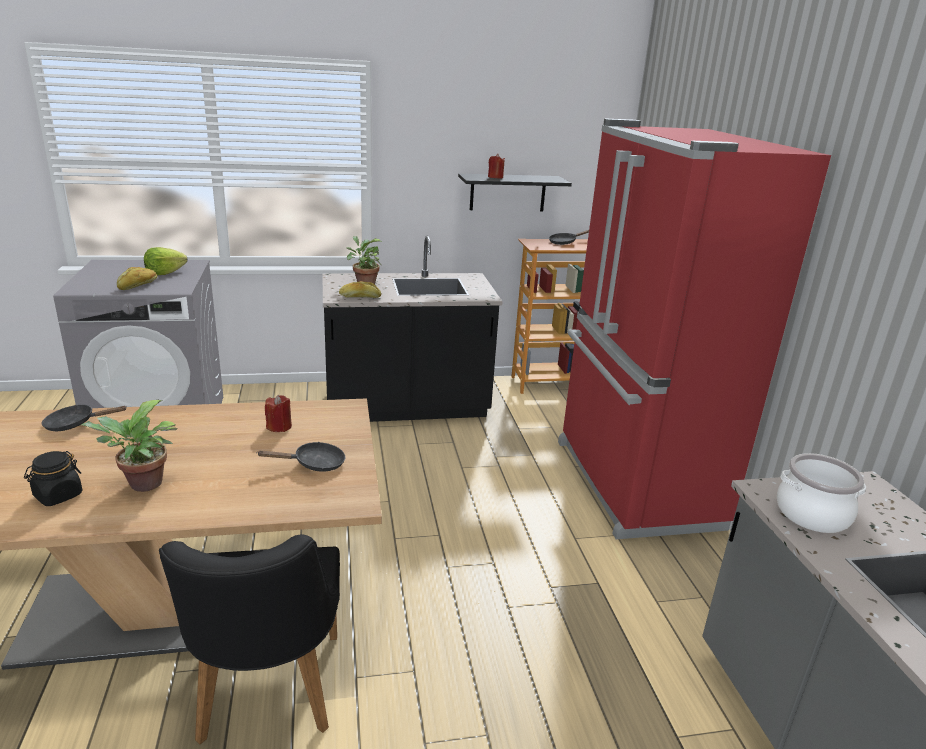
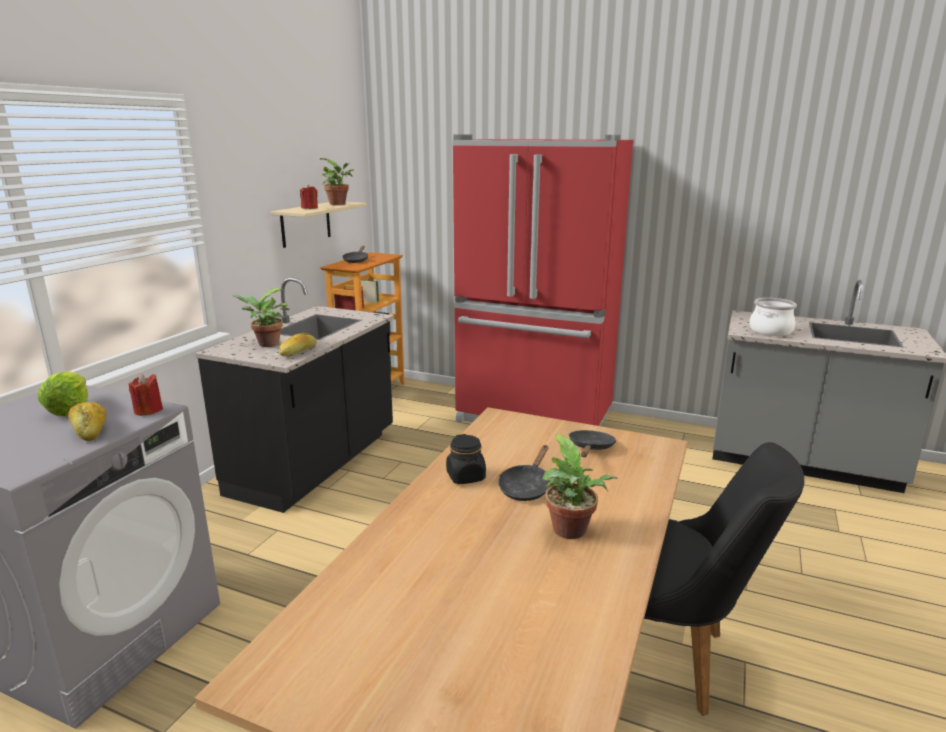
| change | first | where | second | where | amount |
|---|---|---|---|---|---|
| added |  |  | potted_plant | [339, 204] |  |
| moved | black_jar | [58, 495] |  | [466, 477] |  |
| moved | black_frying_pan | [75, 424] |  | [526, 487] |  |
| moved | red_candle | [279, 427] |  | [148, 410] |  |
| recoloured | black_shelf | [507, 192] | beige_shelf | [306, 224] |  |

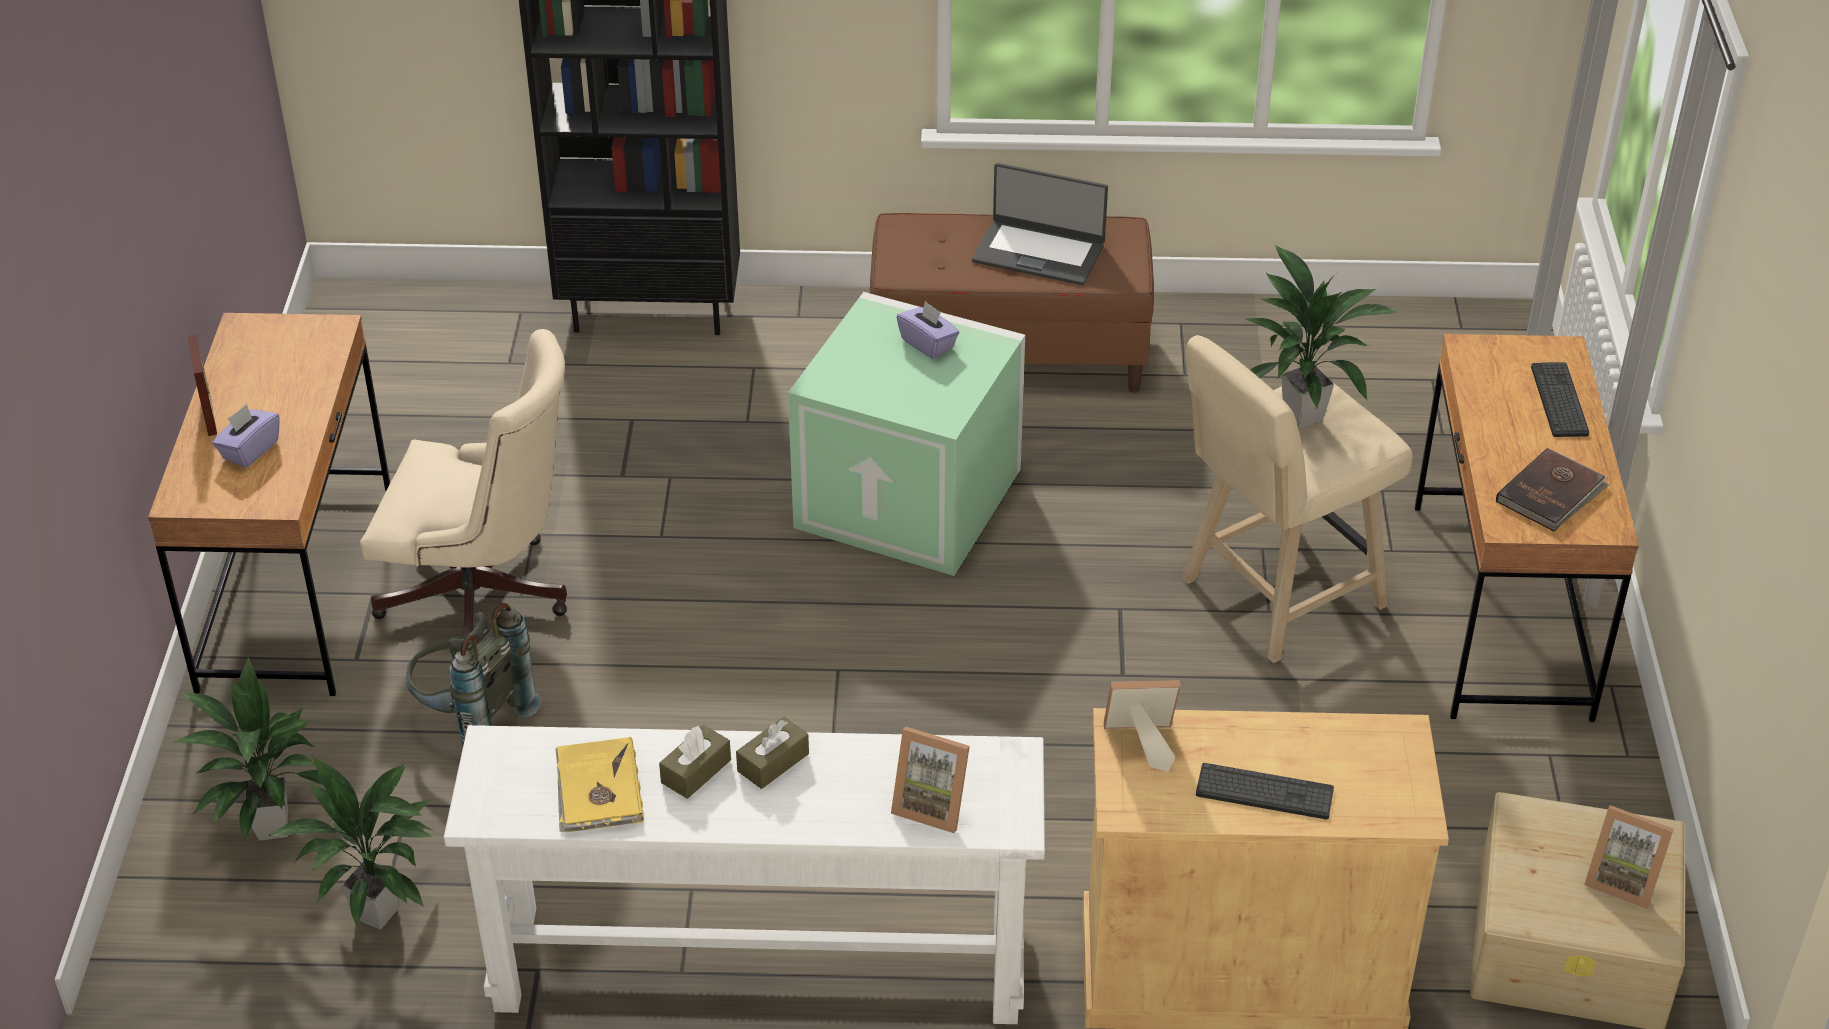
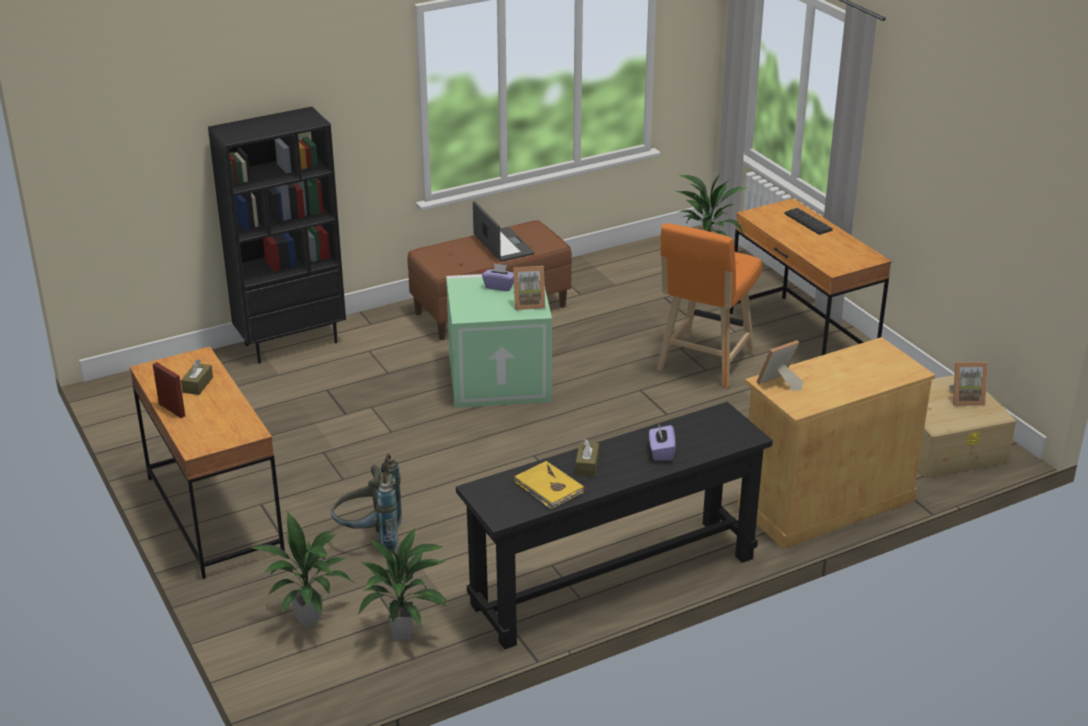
| change | first | where | second | where | amount |
|---|---|---|---|---|---|
| removed | beige_office_chair | [486, 599] |  |  |  |
| removed | keyboard | [1264, 792] |  |  |  |
| removed | brown_book | [1551, 494] |  |  |  |
| moved | purple_tissue_box | [250, 450] |  | [661, 452] |  |
| moved | brown_tissue_box | [773, 762] |  | [198, 385] |  |
| moved | picture_frame | [932, 804] |  | [528, 303] |  |
| recoloured | white_console_table | [759, 964] | black_console_table | [614, 581] |  |
| recoloured | beige_stool | [1274, 597] | orange_stool | [703, 364] |  |
| turned | laptop | [1039, 252] |  | [502, 245] | 105 degrees counterclockwise |

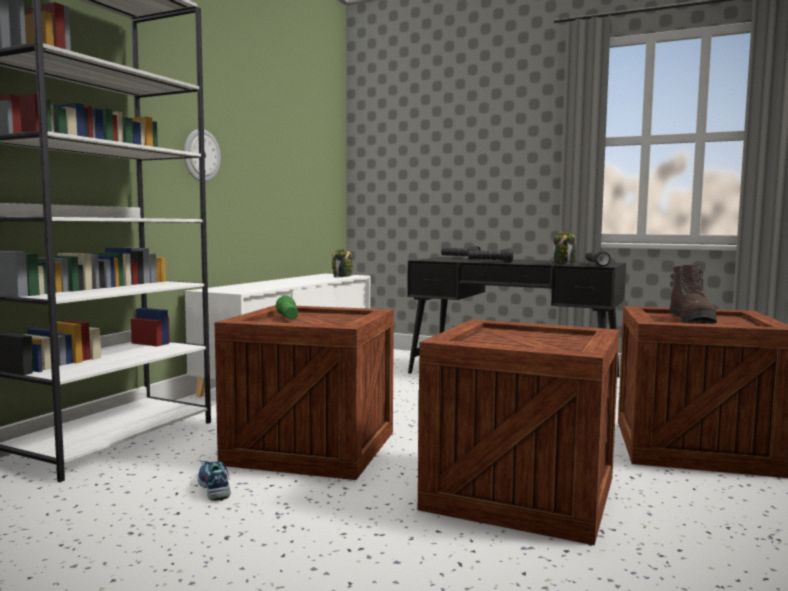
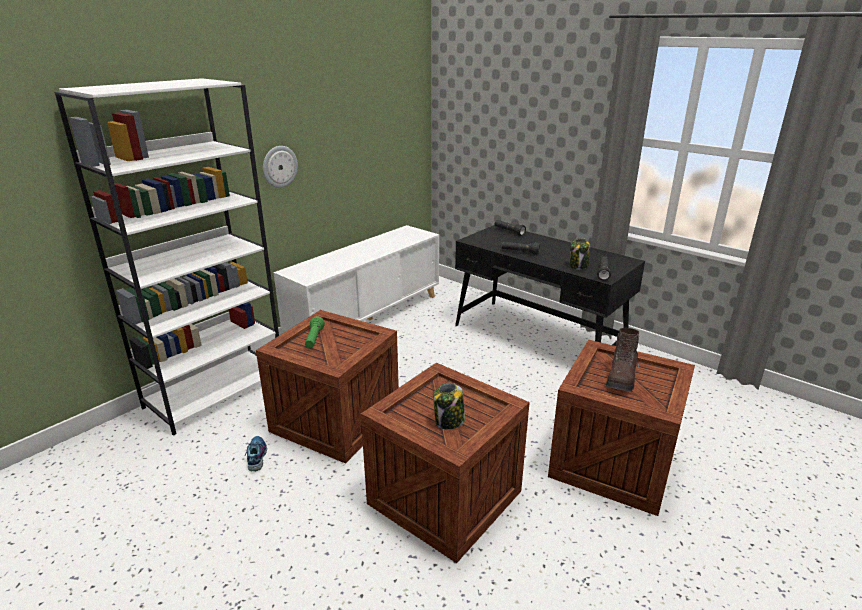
| change | first | where | second | where | amount |
|---|---|---|---|---|---|
| moved | jar | [342, 277] |  | [449, 421] |  |

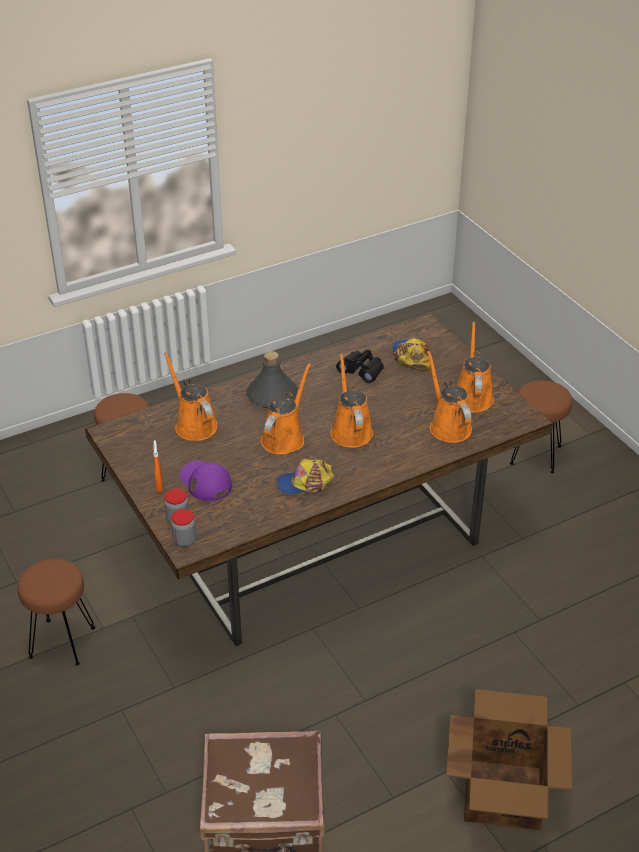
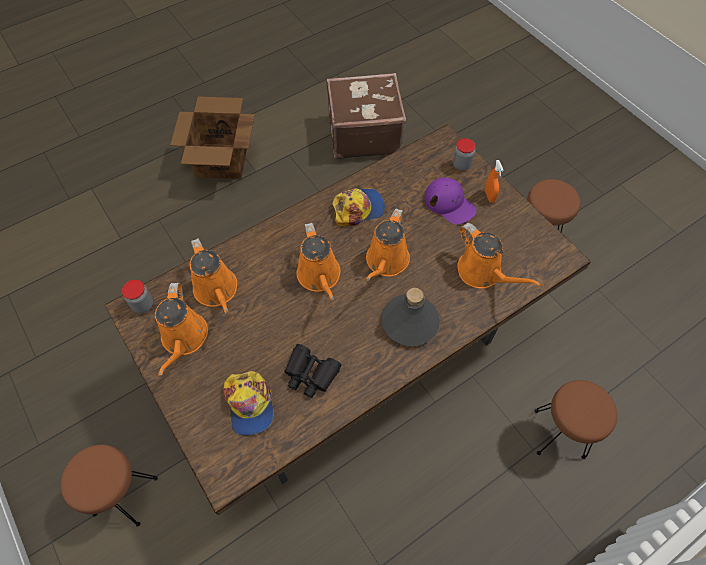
| change | first | where | second | where | amount |
|---|---|---|---|---|---|
| moved | jar | [185, 540] |  | [143, 305] |  |

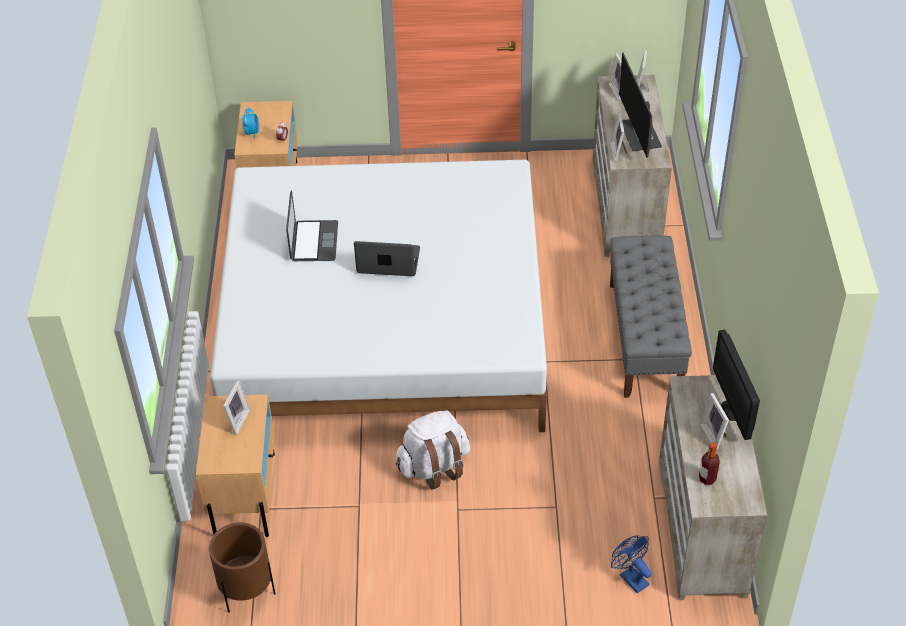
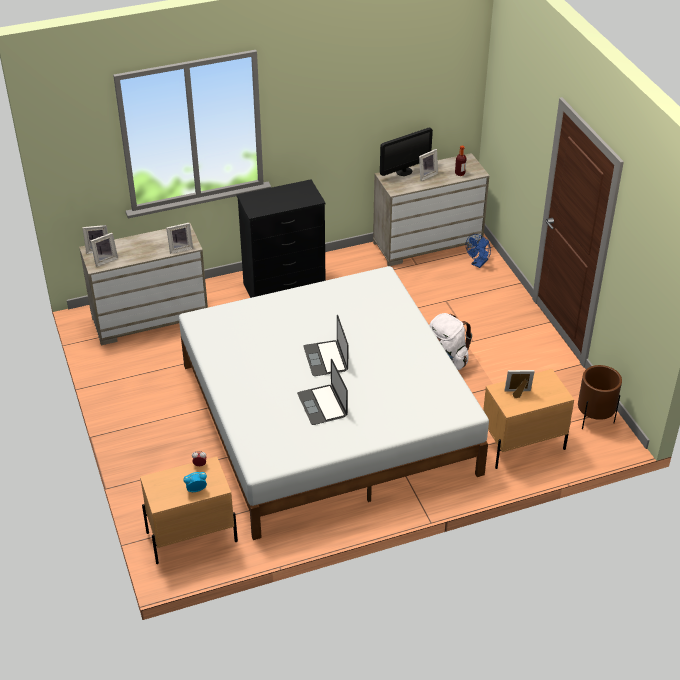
| change | first | where | second | where | amount |
|---|---|---|---|---|---|
| removed | monitor | [640, 135] |  |  |  |
| replaced | grey_bench | [645, 339] | black_dresser | [284, 288] |  |
| turned | laptop | [314, 241] |  | [322, 405] | 90 degrees counterclockwise |

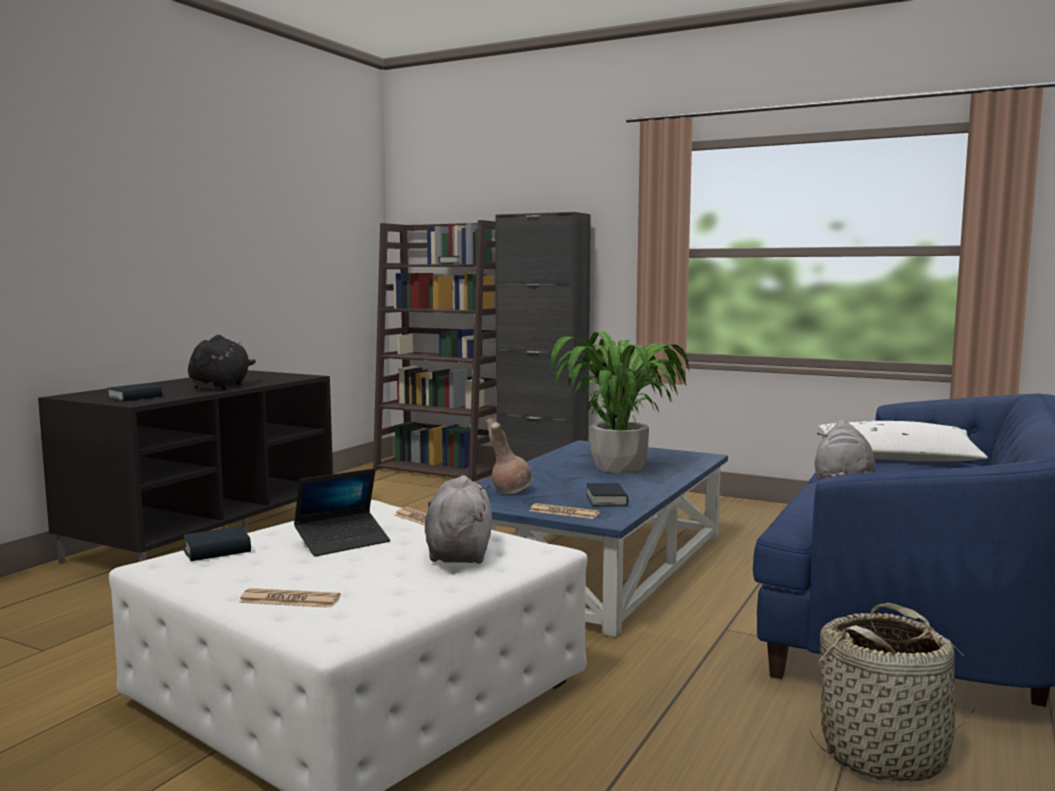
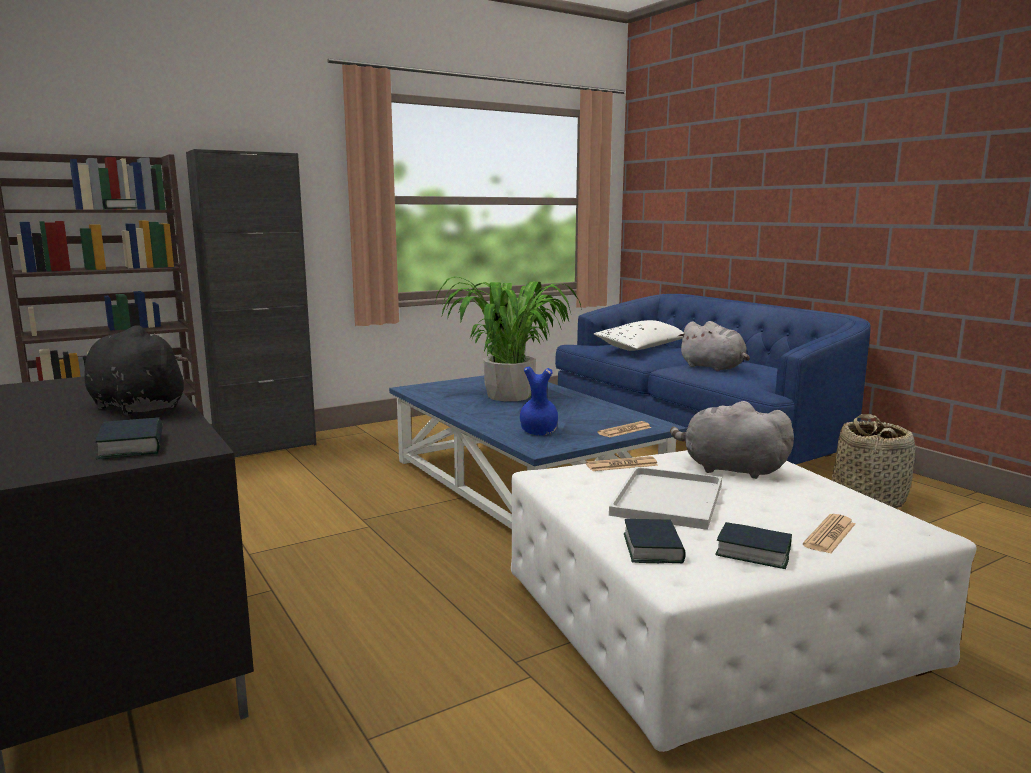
| change | first | where | second | where | amount |
|---|---|---|---|---|---|
| moved | book | [606, 500] |  | [753, 552] |  |
| replaced | laptop | [343, 542] | white_tray | [667, 498] |  |
| recoloured | brown_vase | [509, 491] | blue_vase | [537, 432] |  |

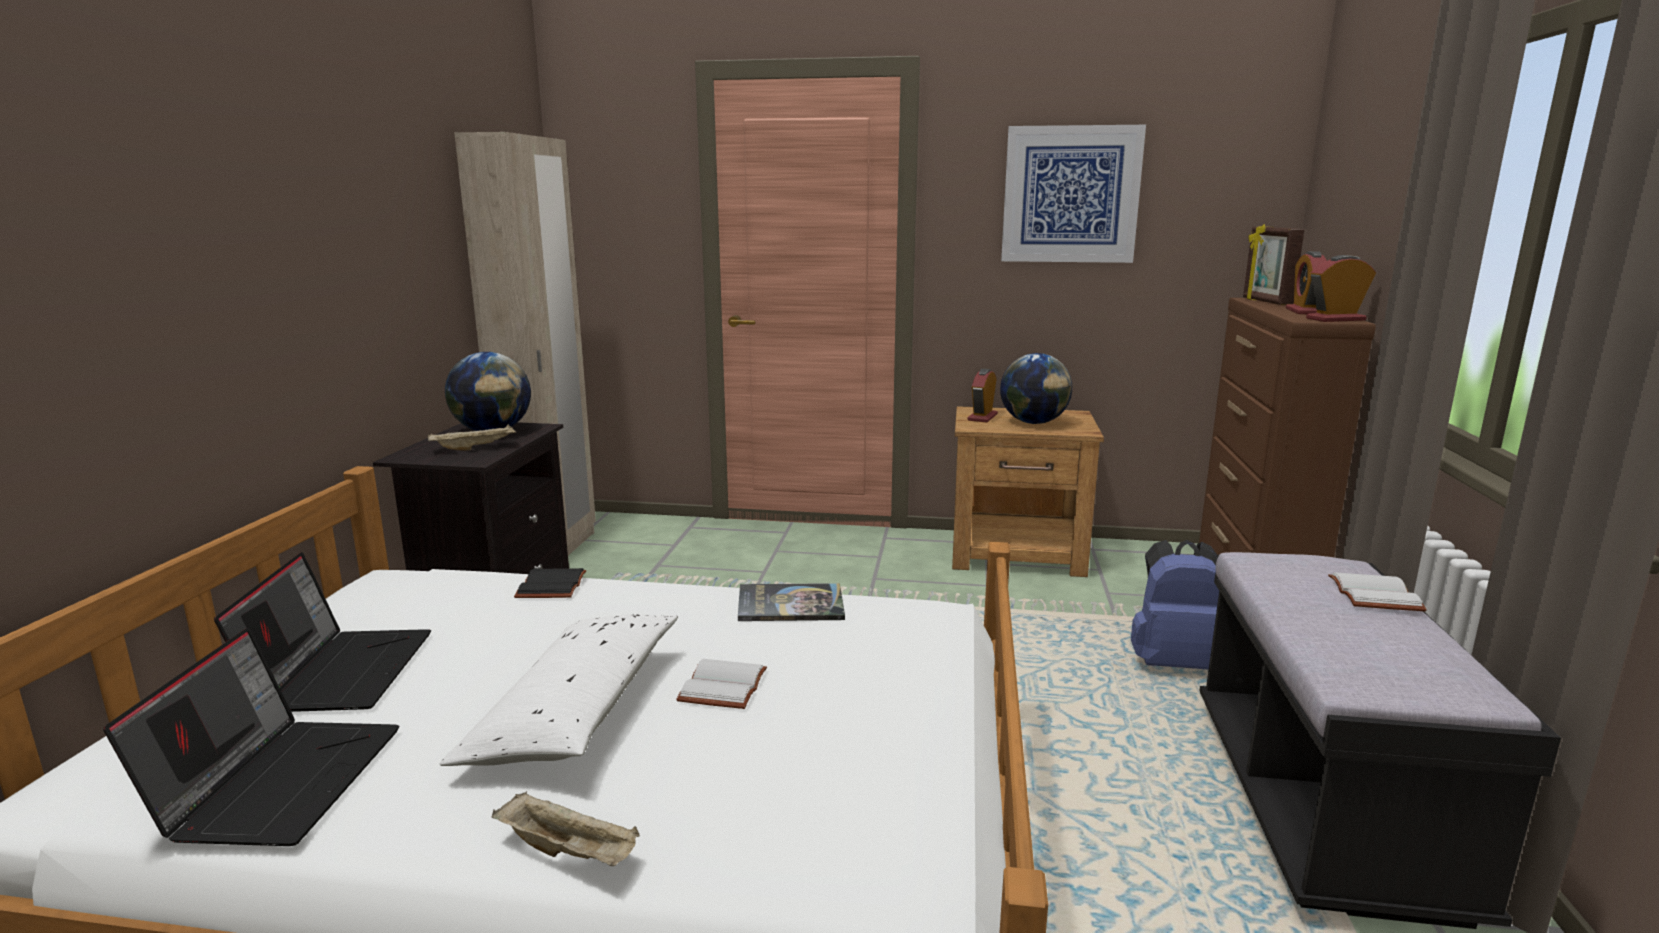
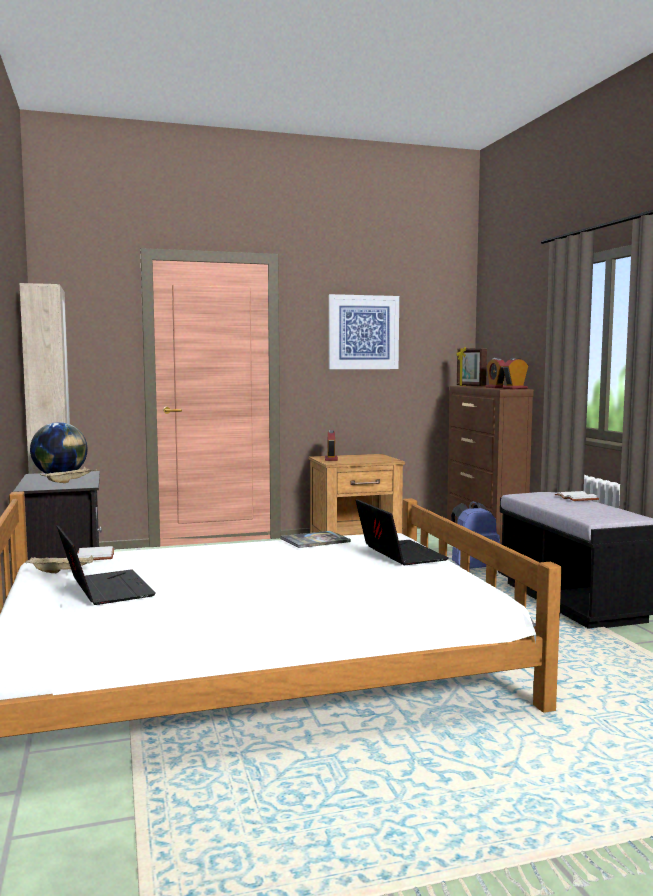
| change | first | where | second | where | amount |
|---|---|---|---|---|---|
| removed | white_pillow | [576, 710] |  |  |  |
| removed | black_book | [550, 585] |  |  |  |
| removed | globe | [1033, 422] |  |  |  |
| moved | laptop | [279, 780] |  | [398, 554] |  |
| moved | beige_tray | [570, 851] |  | [62, 572] |  |
| moved | white_book | [725, 687] |  | [96, 556] |  |

